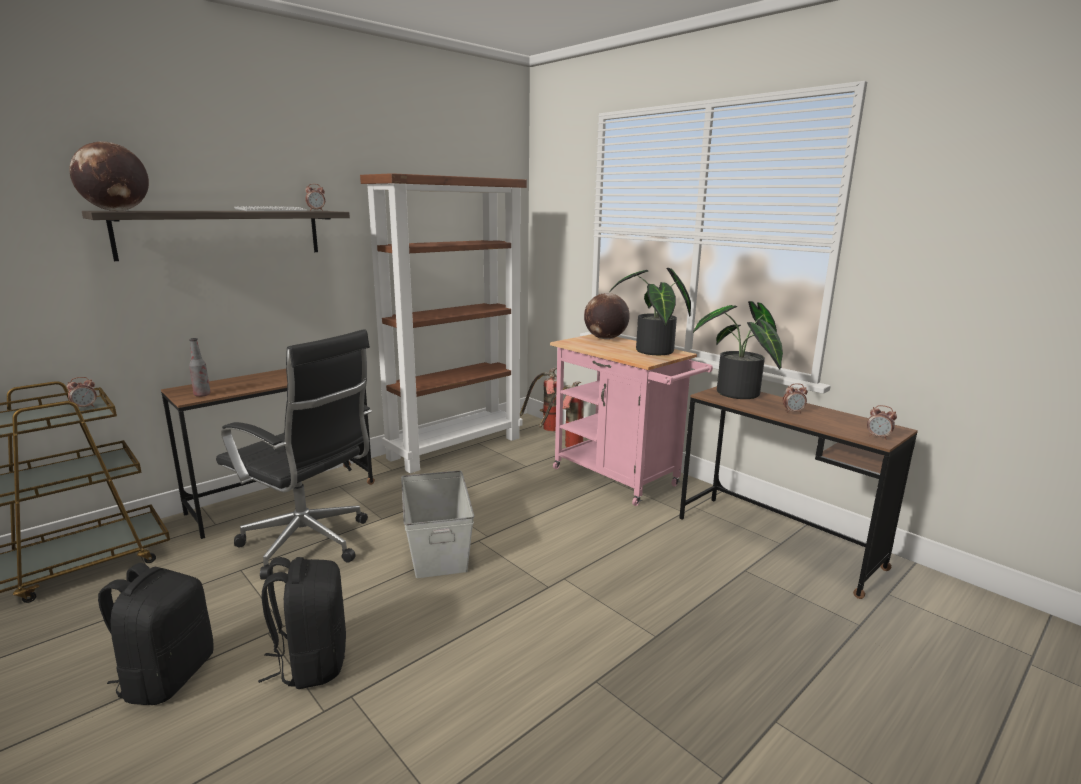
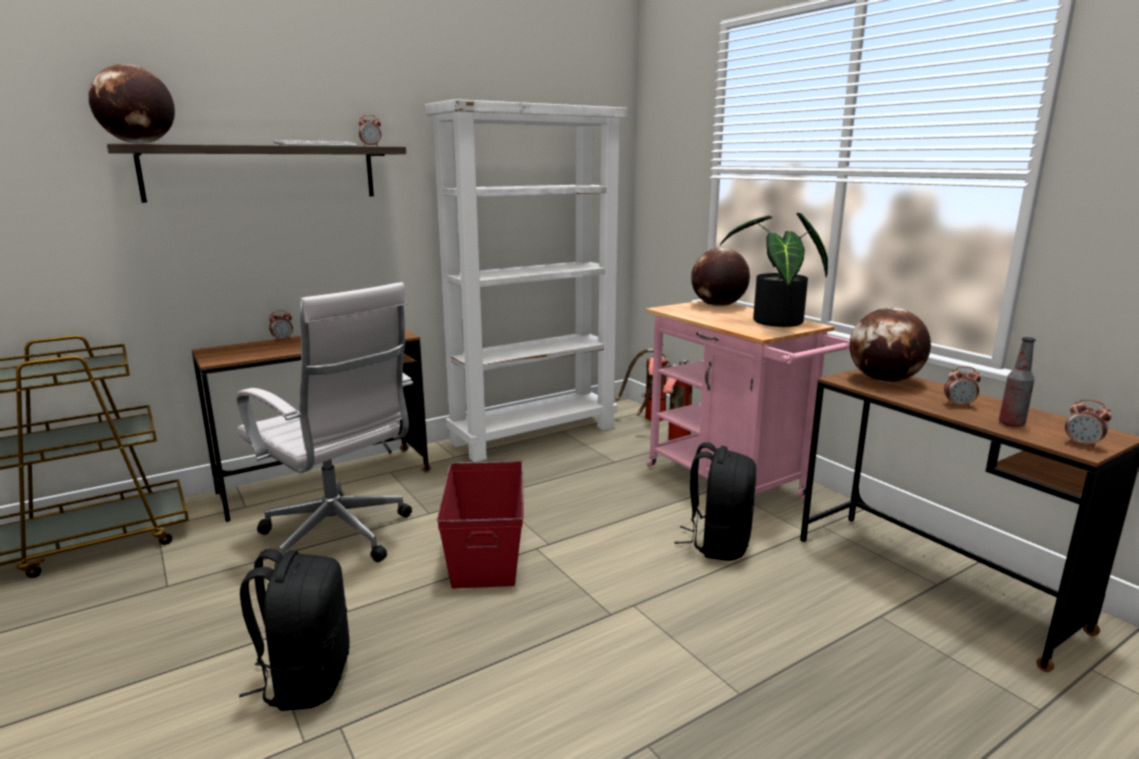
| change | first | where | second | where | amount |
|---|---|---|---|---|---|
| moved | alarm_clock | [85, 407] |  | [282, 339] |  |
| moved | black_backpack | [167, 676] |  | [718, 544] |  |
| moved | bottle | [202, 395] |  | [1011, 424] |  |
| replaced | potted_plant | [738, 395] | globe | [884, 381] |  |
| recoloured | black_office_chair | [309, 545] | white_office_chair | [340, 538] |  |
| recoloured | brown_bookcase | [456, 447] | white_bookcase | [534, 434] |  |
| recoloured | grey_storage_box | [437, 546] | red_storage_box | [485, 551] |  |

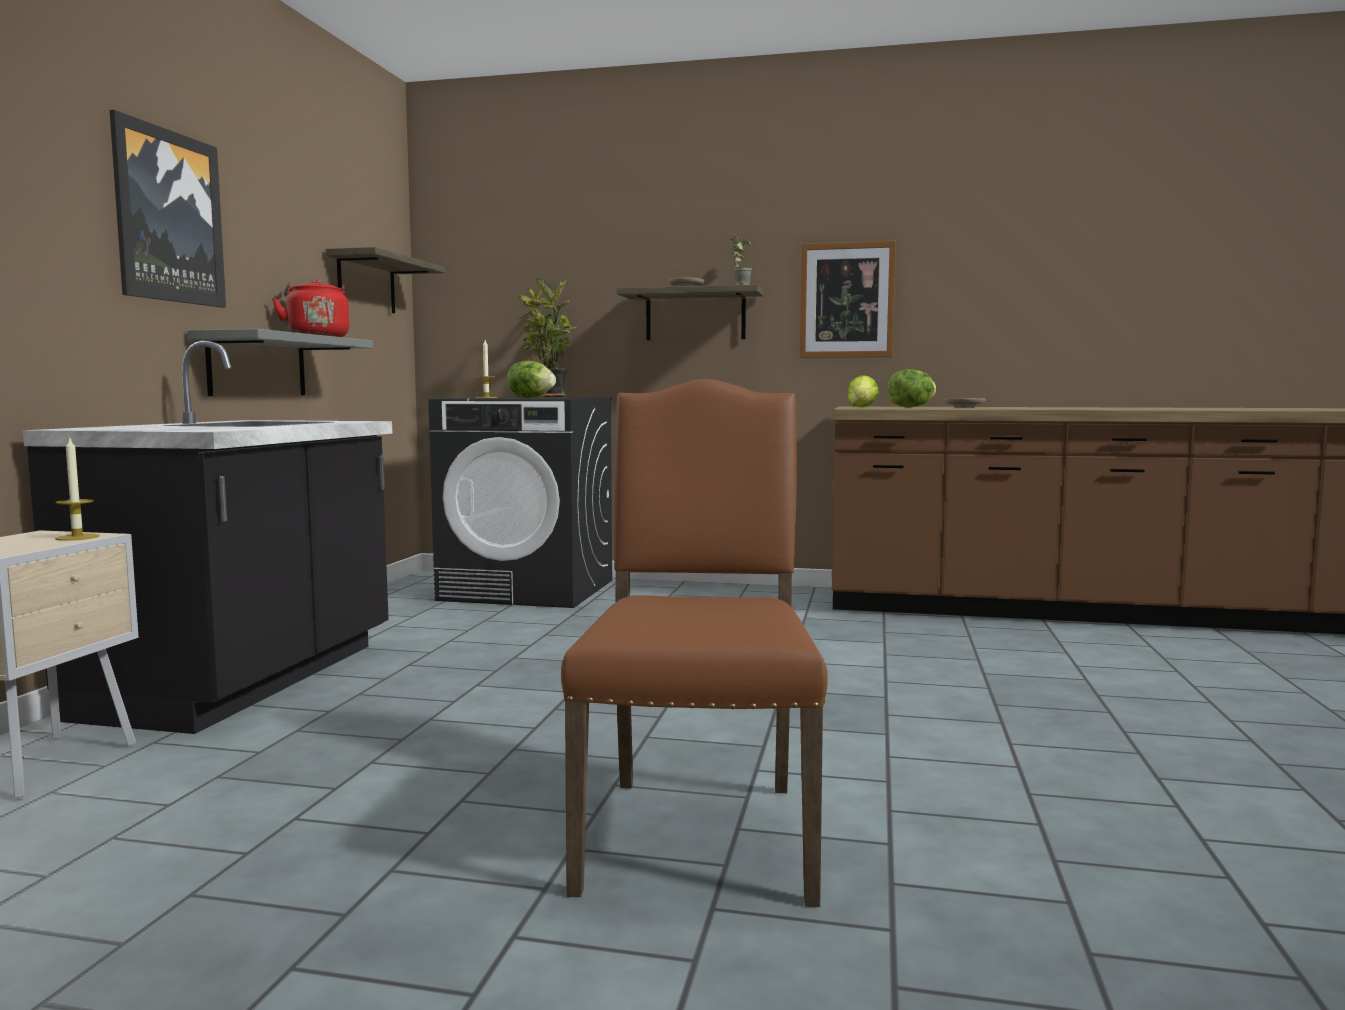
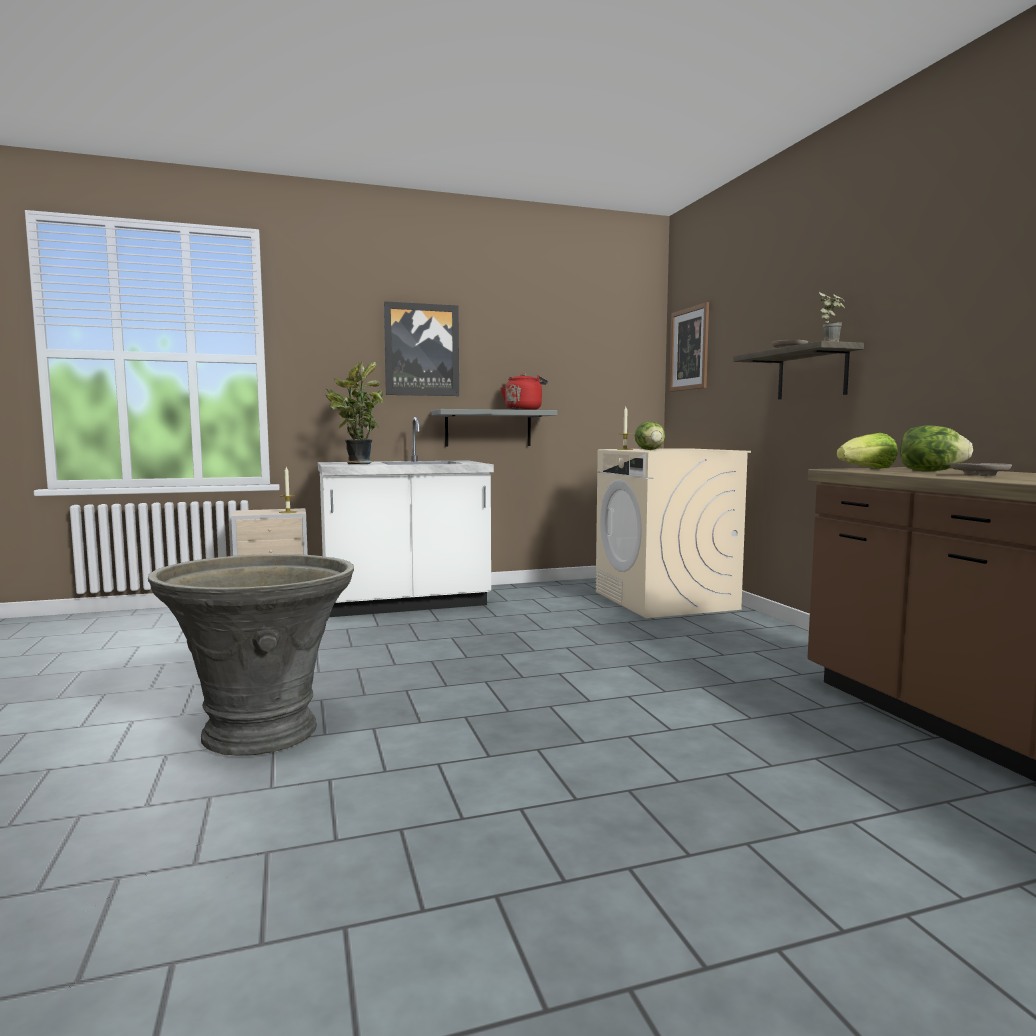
| change | first | where | second | where | amount |
|---|---|---|---|---|---|
| removed | shelf | [366, 284] |  |  |  |
| moved | potted_plant | [549, 397] |  | [356, 464] |  |
| moved | picture | [846, 300] |  | [689, 349] |  |
| replaced | brown_chair | [699, 832] | grey_planter | [263, 732] |  |
| recoloured | black_counter | [246, 680] | white_counter | [405, 603] |  |
| recoloured | black_washing_machine | [529, 590] | beige_washing_machine | [665, 600] |  |

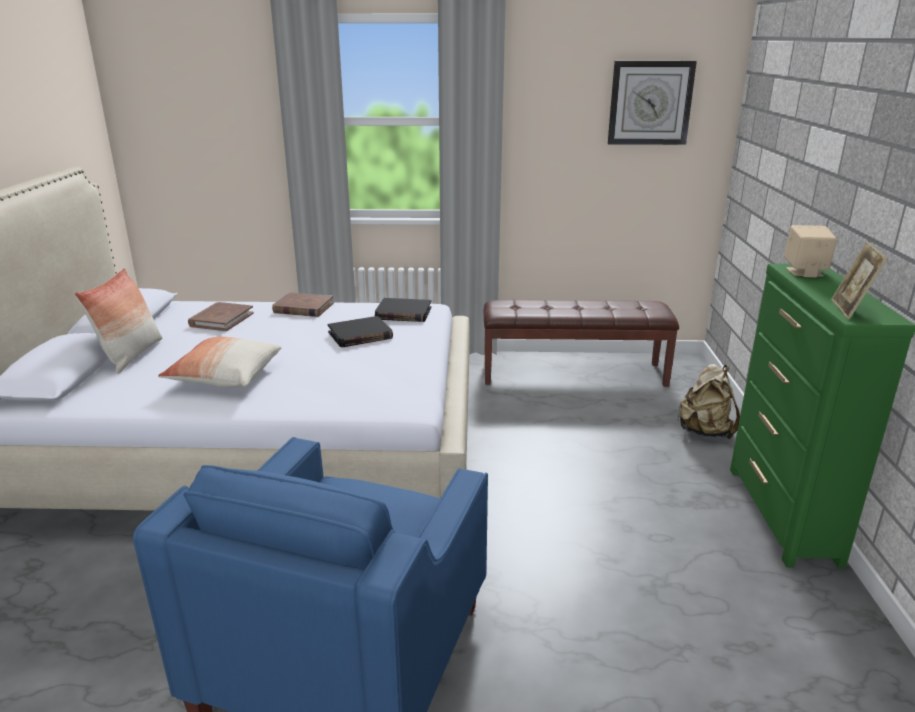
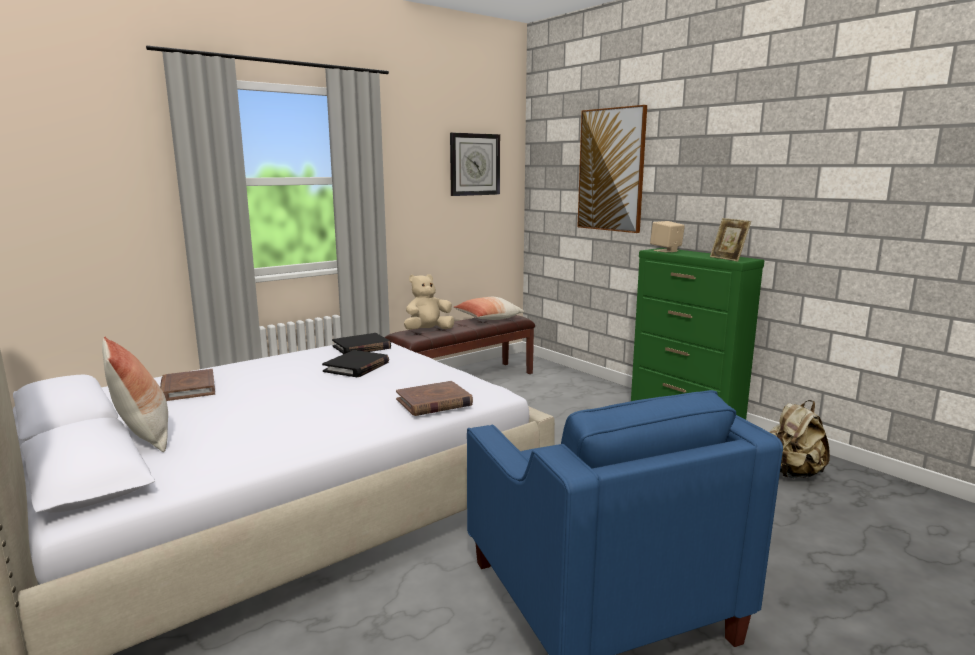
| change | first | where | second | where | amount |
|---|---|---|---|---|---|
| added |  |  | beige_plush_toy | [428, 331] |  |
| added |  |  | picture | [611, 170] |  |
| moved | pillow | [225, 377] |  | [488, 319] |  |
| moved | brown_book | [303, 308] |  | [434, 402] |  |
| moved | beige_backpack | [705, 432] |  | [792, 473] |  |

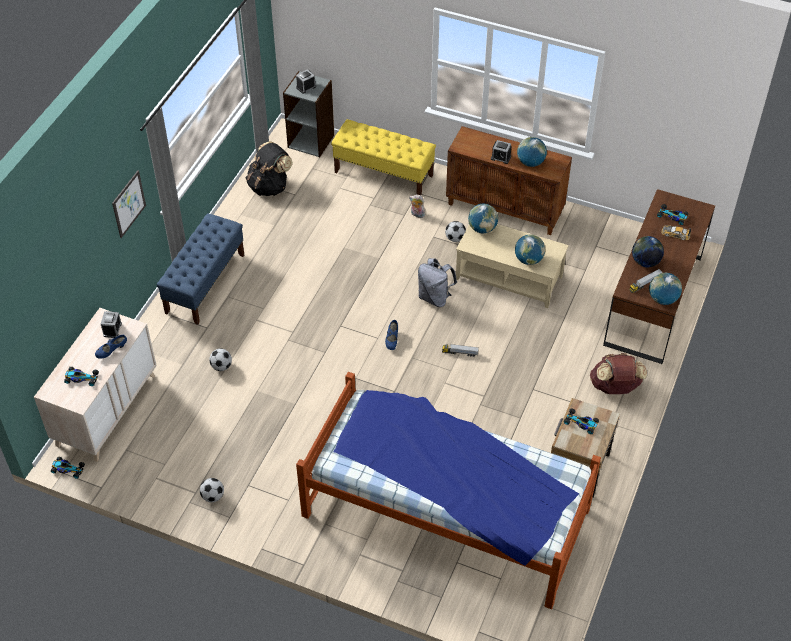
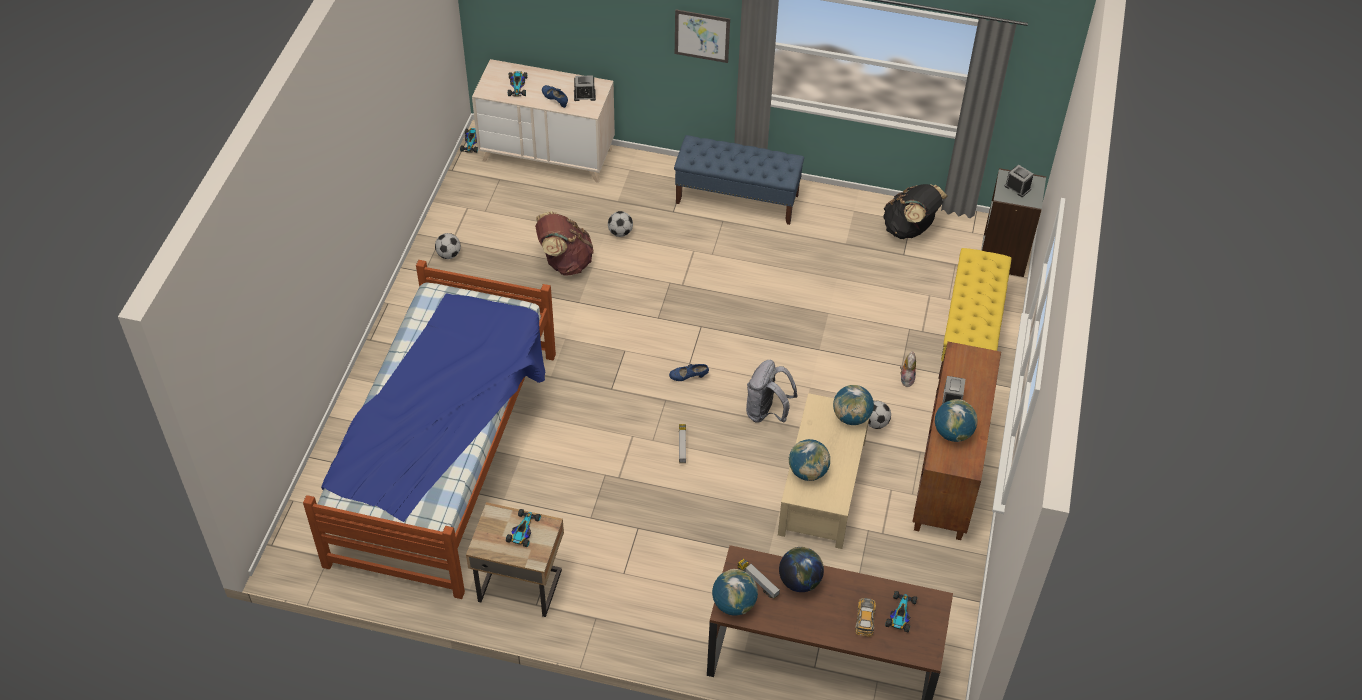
| change | first | where | second | where | amount |
|---|---|---|---|---|---|
| moved | brown_backpack | [614, 387] |  | [564, 262] |  |

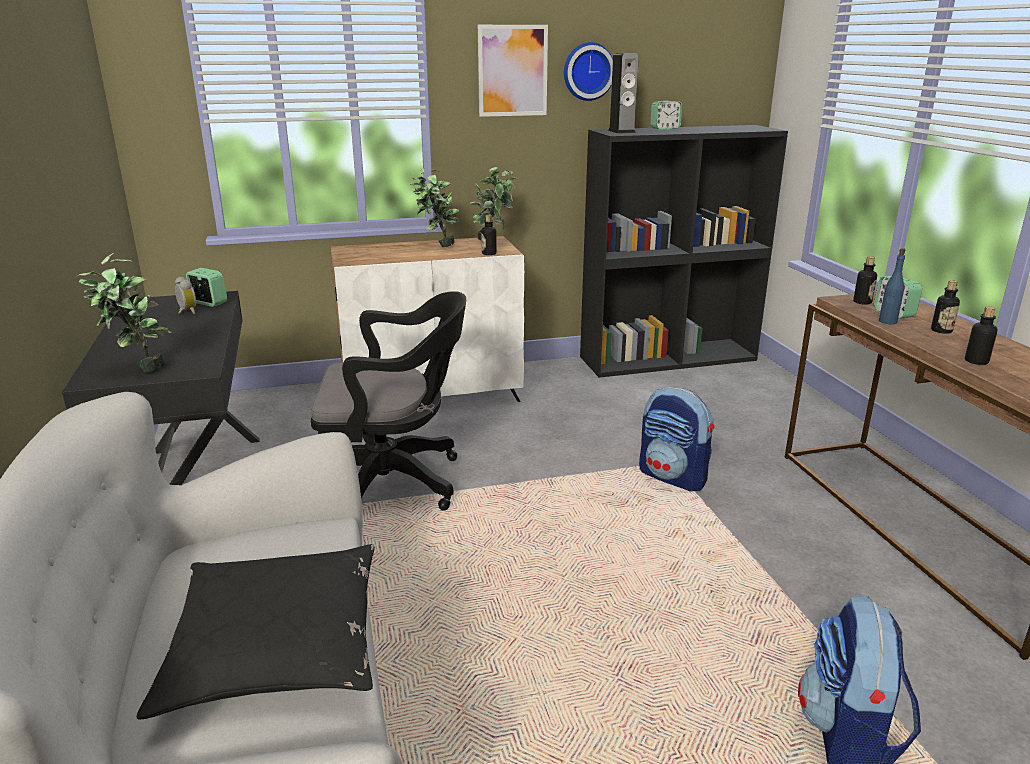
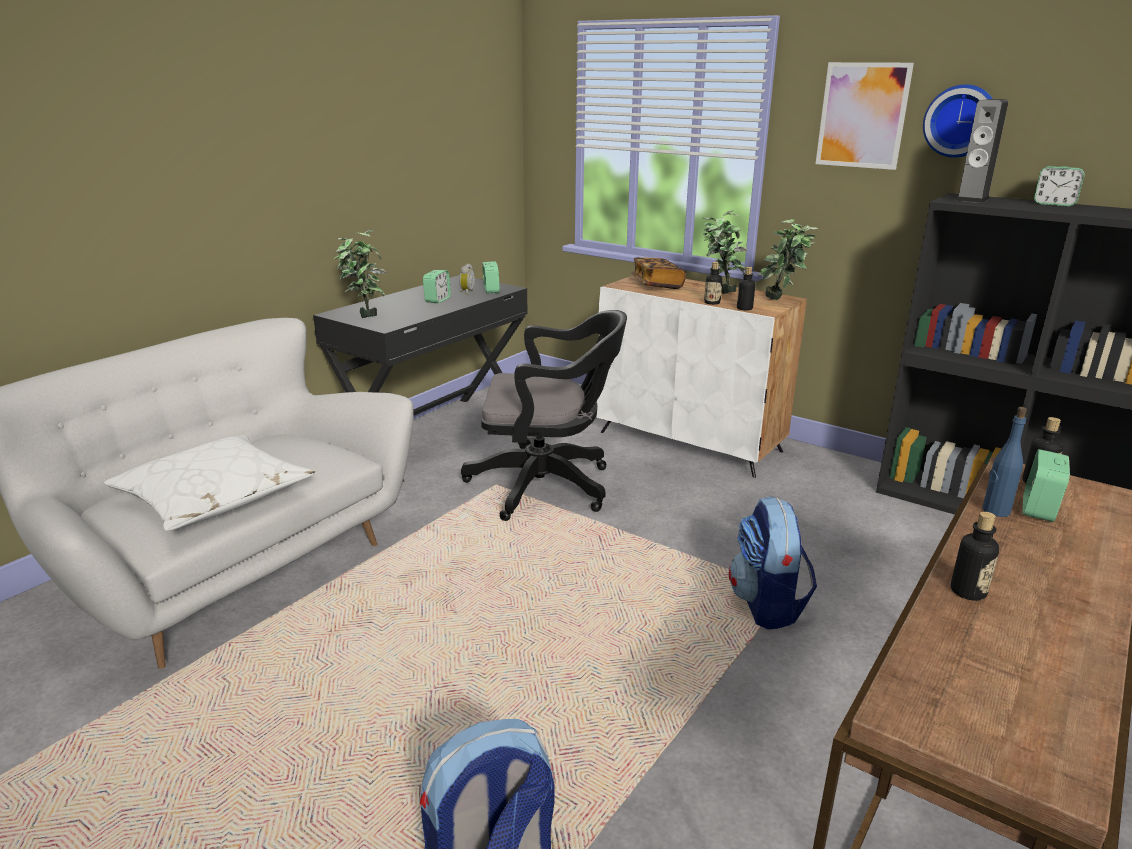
| change | first | where | second | where | amount |
|---|---|---|---|---|---|
| added |  |  | alarm_clock | [437, 300] |  |
| added |  |  | book | [657, 285] |  |
| moved | bottle | [941, 330] |  | [712, 303] |  |
| recoloured | black_pillow | [276, 645] | white_pillow | [214, 497] |  |
| turned | black_office_chair | [393, 483] |  | [548, 486] | 45 degrees counterclockwise |

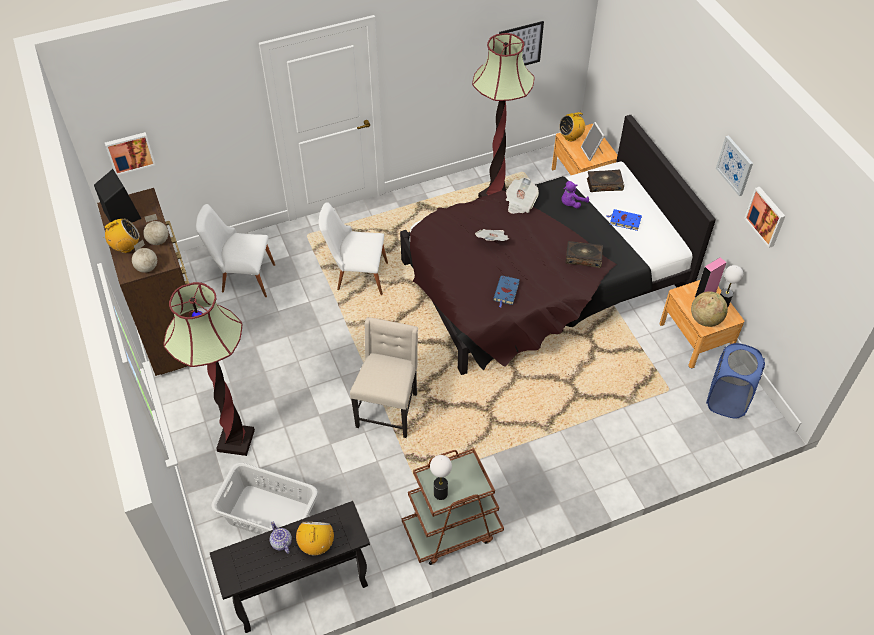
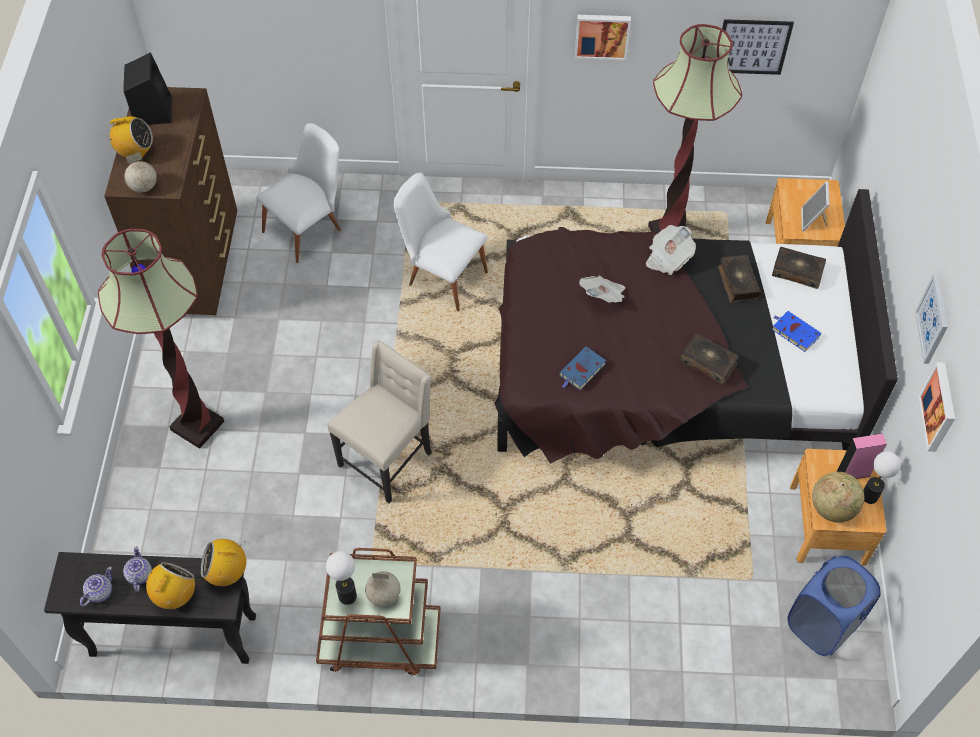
| change | first | where | second | where | amount |
|---|---|---|---|---|---|
| removed | grey_laundry_basket | [269, 514] |  |  |  |
| added |  |  | teapot | [99, 592] |  |
| moved | picture | [130, 152] |  | [602, 35] |  |
| moved | globe | [158, 241] |  | [384, 596] |  |
| moved | radio | [570, 137] |  | [227, 572] |  |
| replaced | purple_plush_toy | [571, 203] | book | [737, 282] |  |
| turned | white_chair | [242, 277] |  | [309, 228] | 105 degrees clockwise |

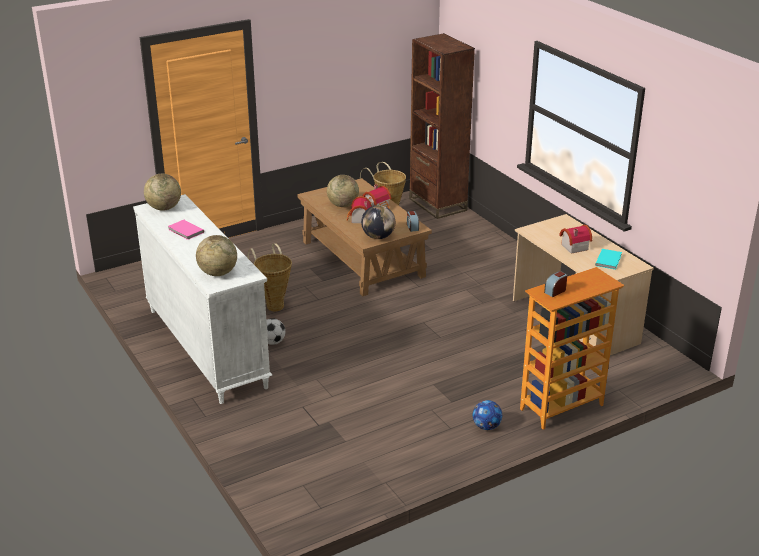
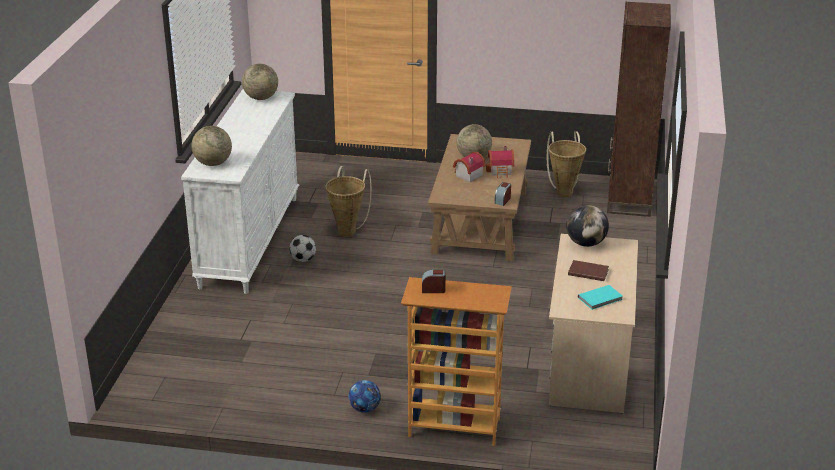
| change | first | where | second | where | amount |
|---|---|---|---|---|---|
| removed | pink_book | [185, 231] |  |  |  |
| moved | globe | [378, 237] |  | [586, 243] |  |
| replaced | toy_house | [573, 246] | brown_book | [588, 272] |  |

